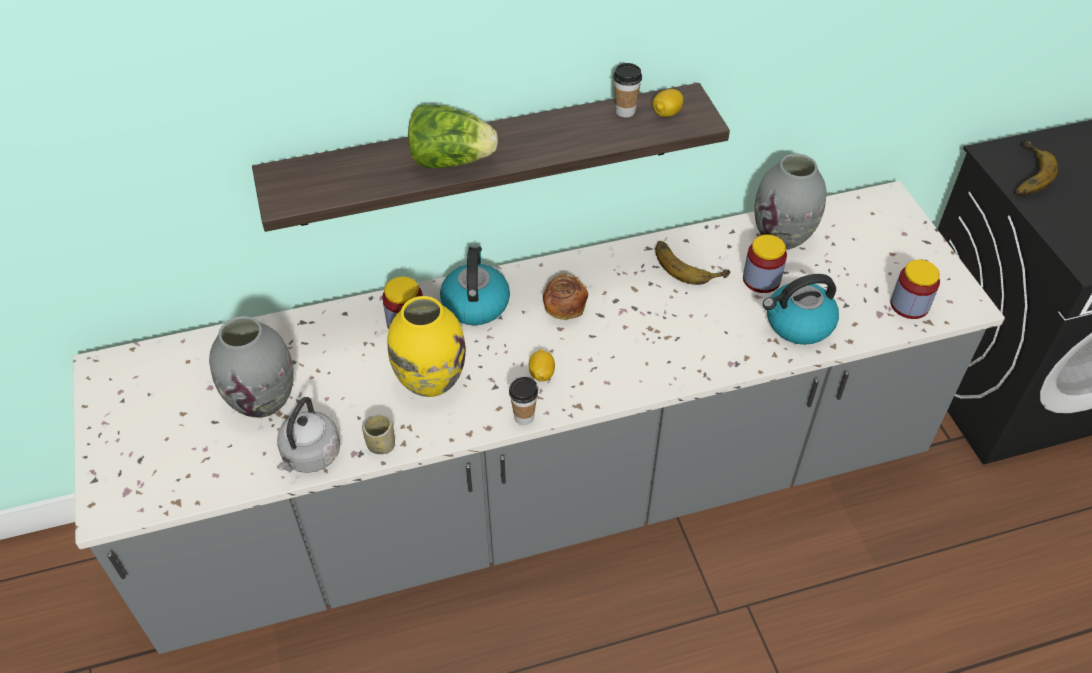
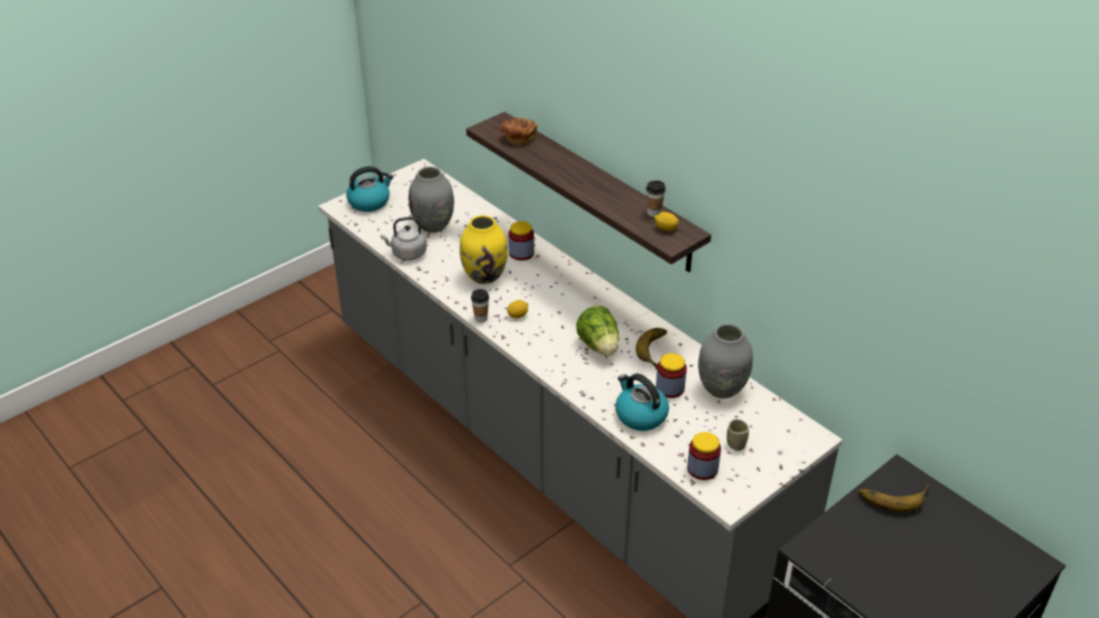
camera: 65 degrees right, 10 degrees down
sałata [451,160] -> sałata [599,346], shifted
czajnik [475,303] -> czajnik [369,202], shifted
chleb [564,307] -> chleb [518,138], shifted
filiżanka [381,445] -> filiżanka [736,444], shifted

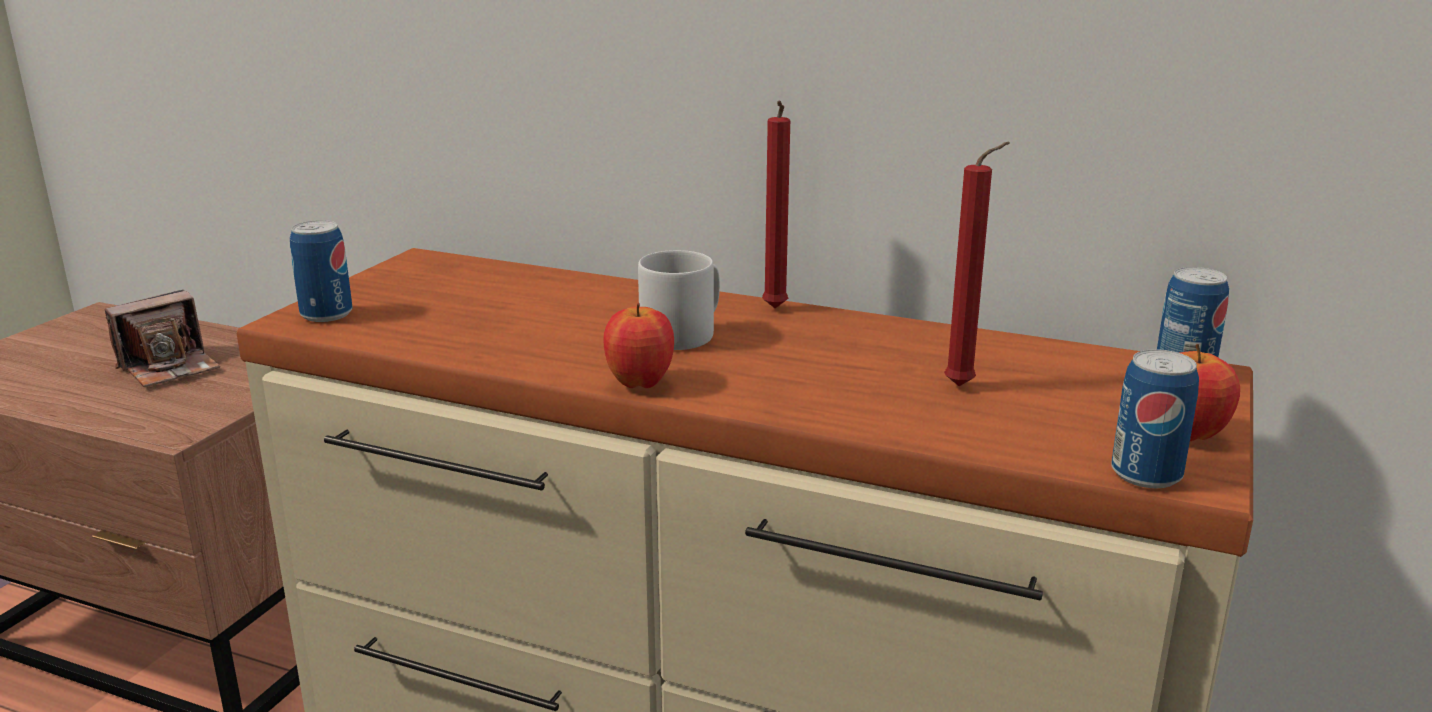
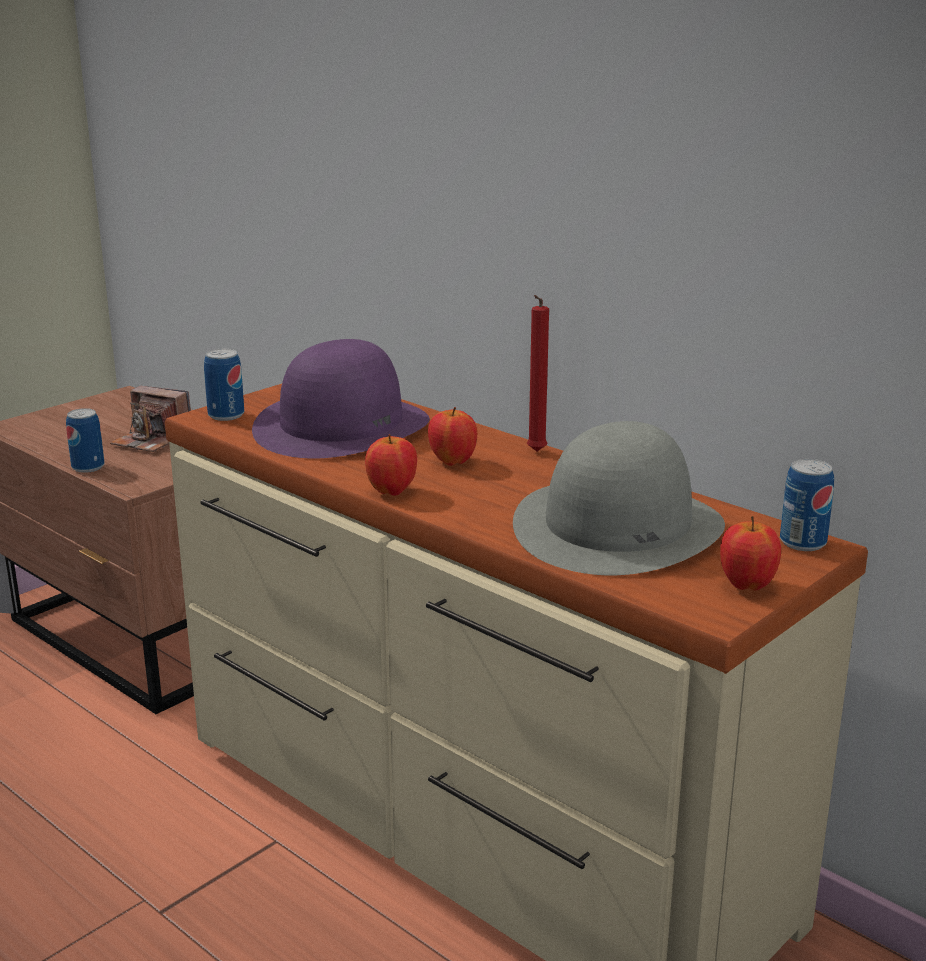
camera: 20 degrees right, 0 degrees up
świeca/czerwony [964,386] -> kapelusz/szary [618,527]
kubek/szary [684,334] -> jabłko [452,462]
aparat fotograficzny [170,367] -> aparat fotograficzny [152,440], 45 degrees clockwise
puszka [1146,474] -> puszka [88,467], shifted
none -> kapelusz/fioletowy [342,426]

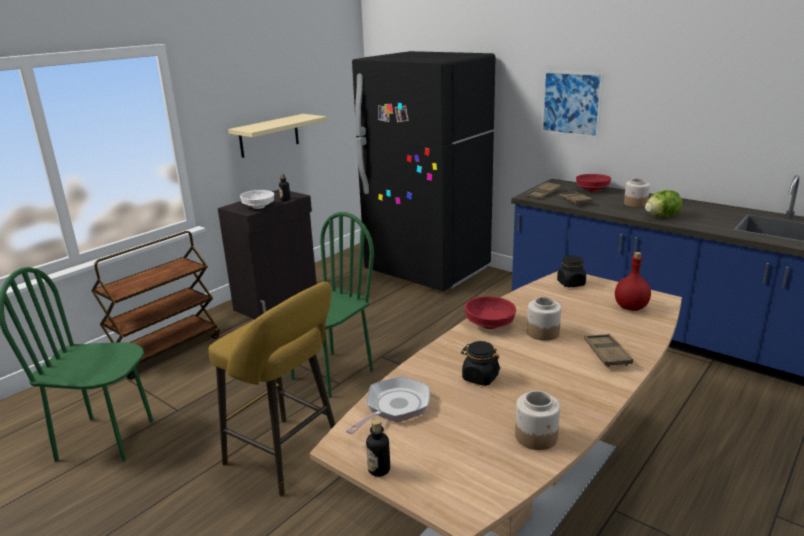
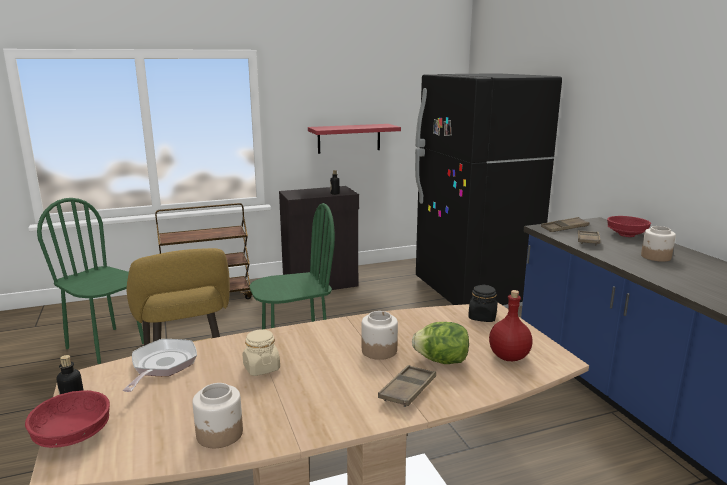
camera: 30 degrees right, 5 degrees down
obraz [571,103] -> none
półka/beżowy [269,135] -> półka/czerwony [349,138]
miska/biały [258,207] -> none
sałata [661,217] -> sałata [441,361], shifted
miska/czerwony [489,325] -> miska/czerwony [71,436], shifted
słoik/czarny [480,377] -> słoik/beżowy [261,368]
patelnia [394,407] -> patelnia [162,366], 60 degrees counterclockwise

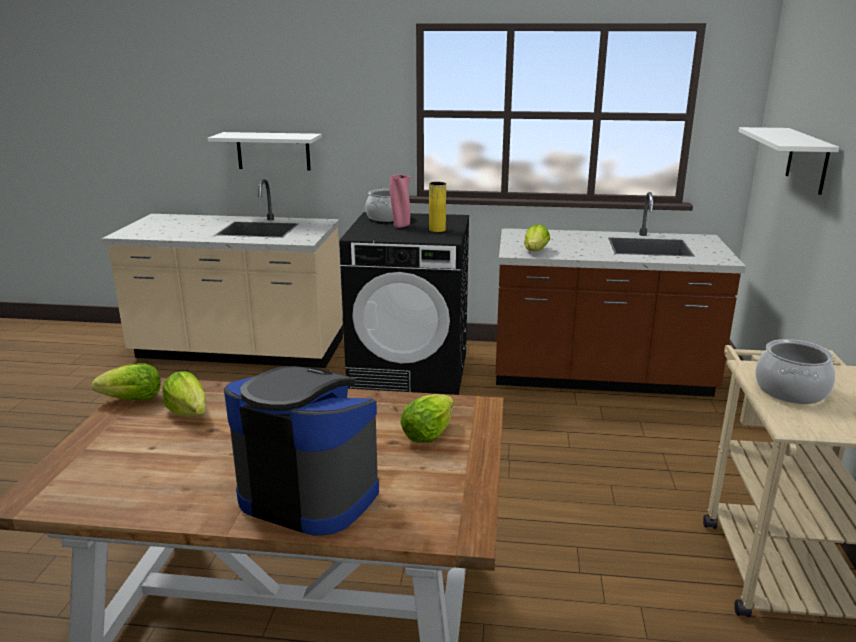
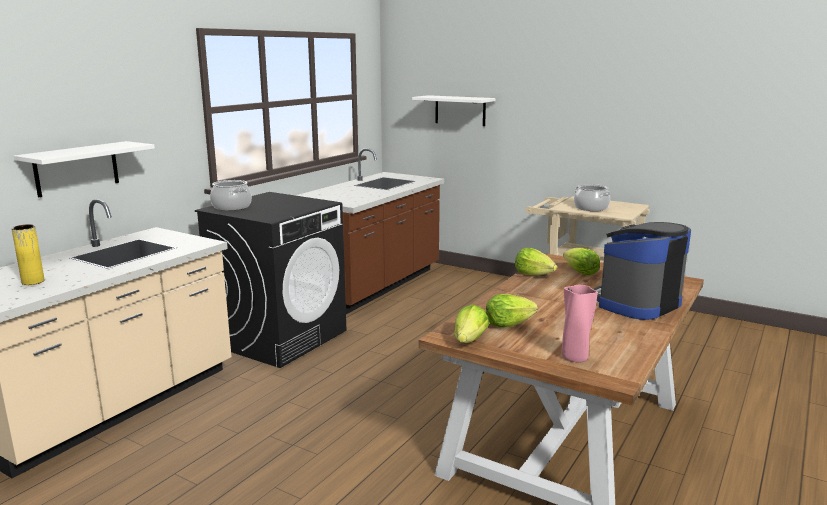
camera: 65 degrees left, 5 degrees down
wazon/różowy [400,226] -> wazon/różowy [575,358], shifted
wazon/żółty [437,230] -> wazon/żółty [33,281], shifted
sałata [535,251] -> sałata [533,274], shifted

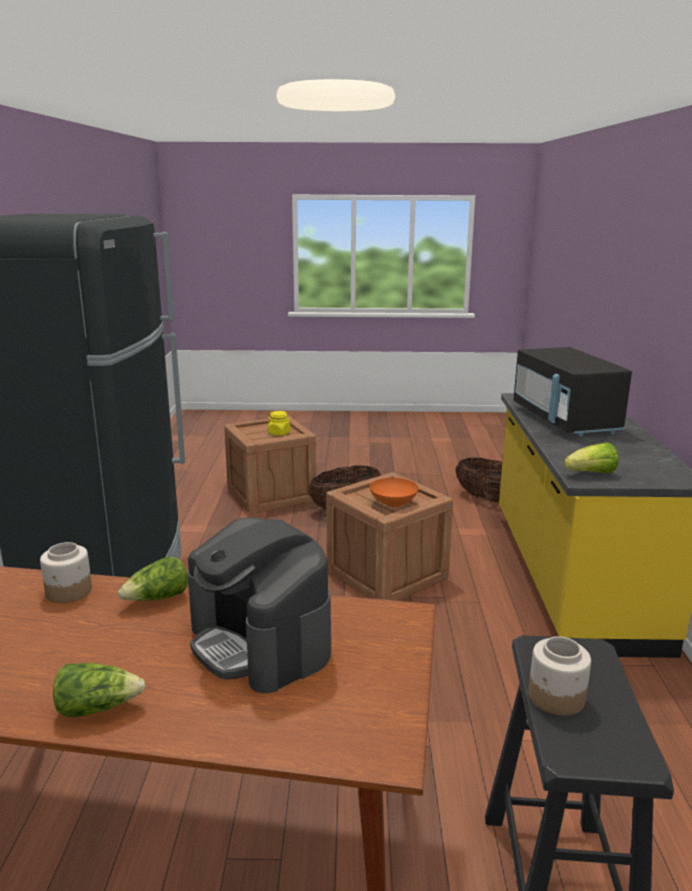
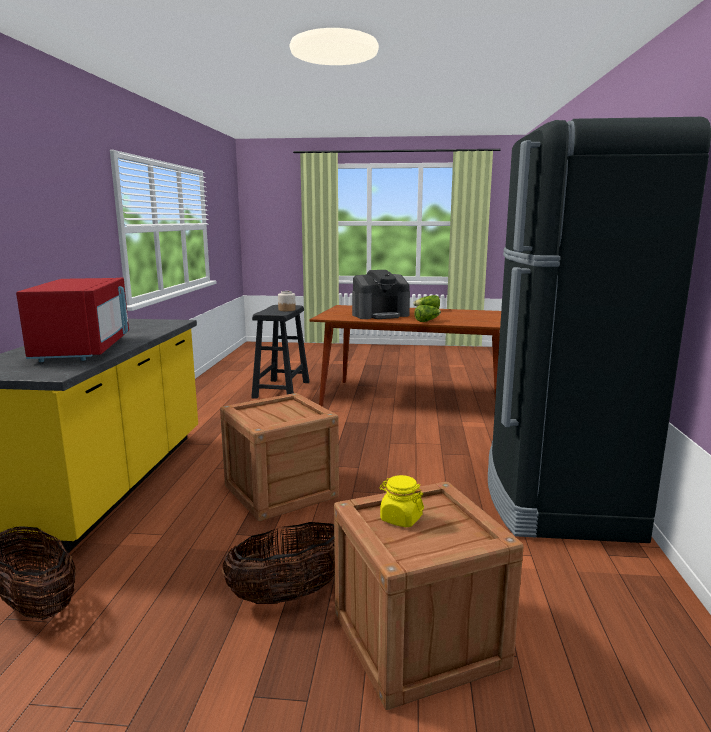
camera: 175 degrees left, 5 degrees down
mikrofalówka/czarny [564,420] -> mikrofalówka/czerwony [84,349]
sałata [592,474] -> none
miska/pomarańczowy [393,503] -> none
ekspres do kawy [260,642] -> ekspres do kawy [380,315], 105 degrees clockwise
słoik [69,592] -> none

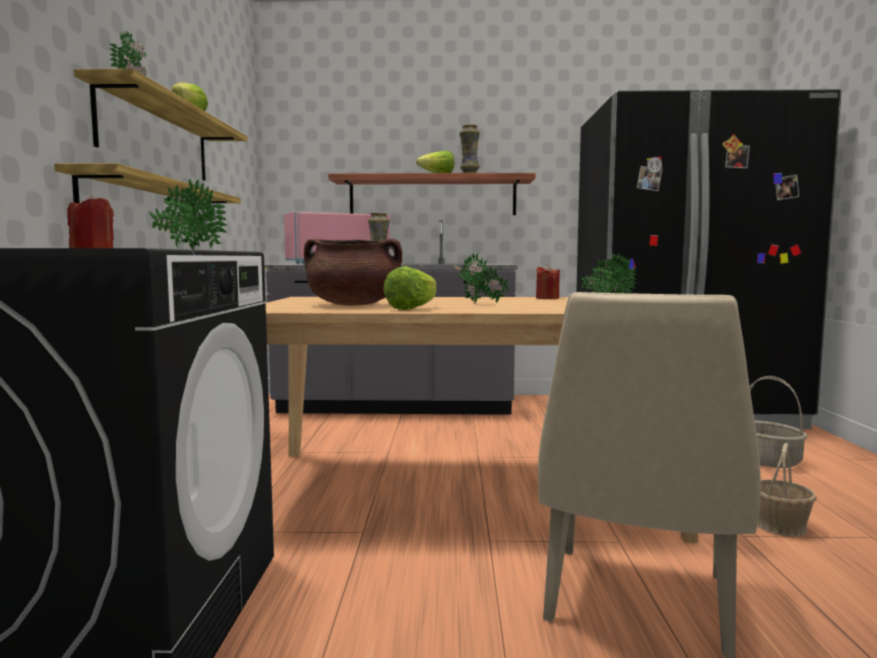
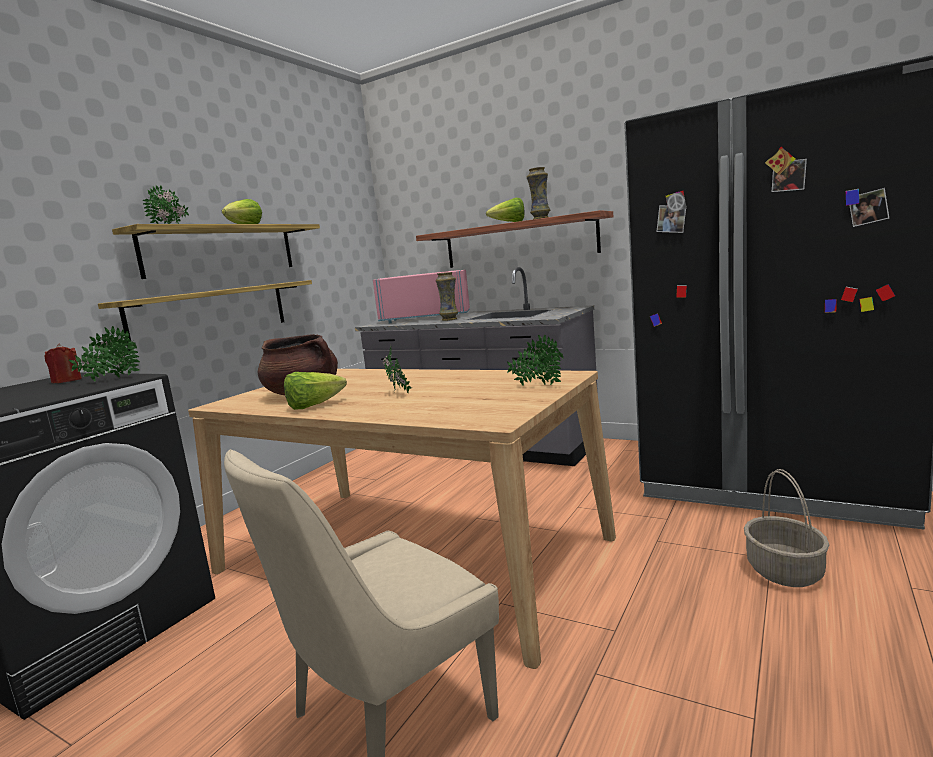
camera: 30 degrees right, 5 degrees up
świeca/czerwony [547,298] -> none
koszyk [780,526] -> none

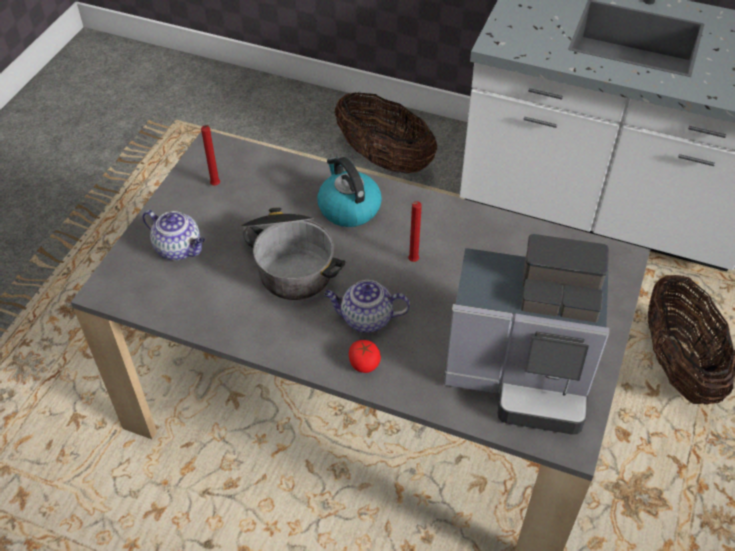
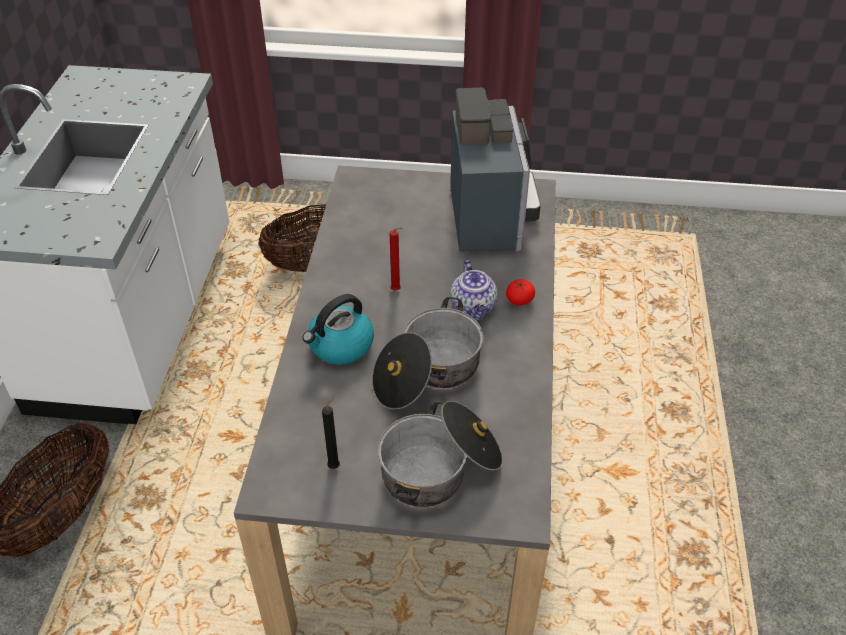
camera: 105 degrees left, 5 degrees down
świeca/czerwony [216,186] -> świeca/czarny [335,465]
imbryk [179,248] -> garnek [440,468]

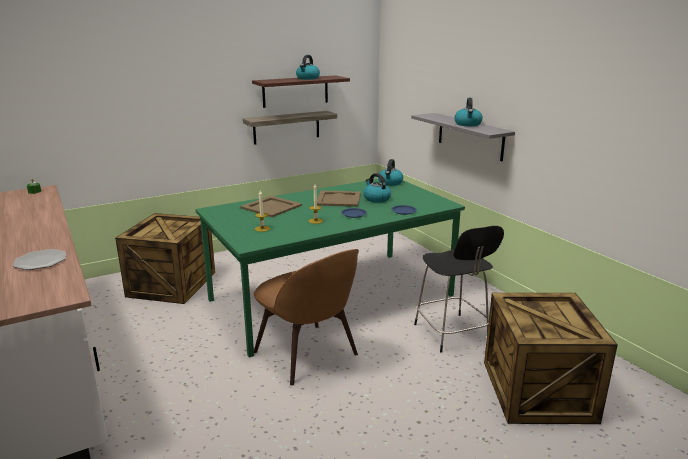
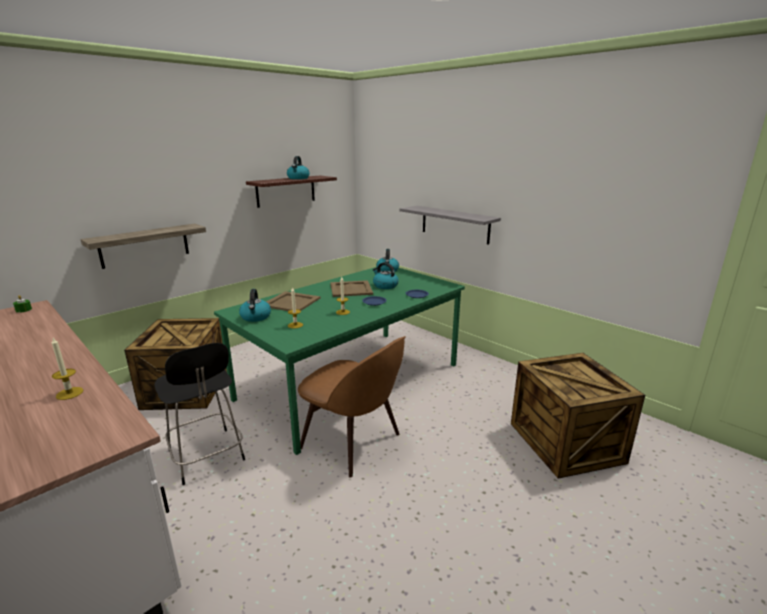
camera: 15 degrees left, 0 degrees up
czajnik [468,124] -> czajnik [256,317], shifted
półka [286,127] -> półka [145,245], shifted
krzesło/czarny [452,334] -> krzesło/czarny [207,457], shifted
talerz [40,261] -> świeca [69,393]

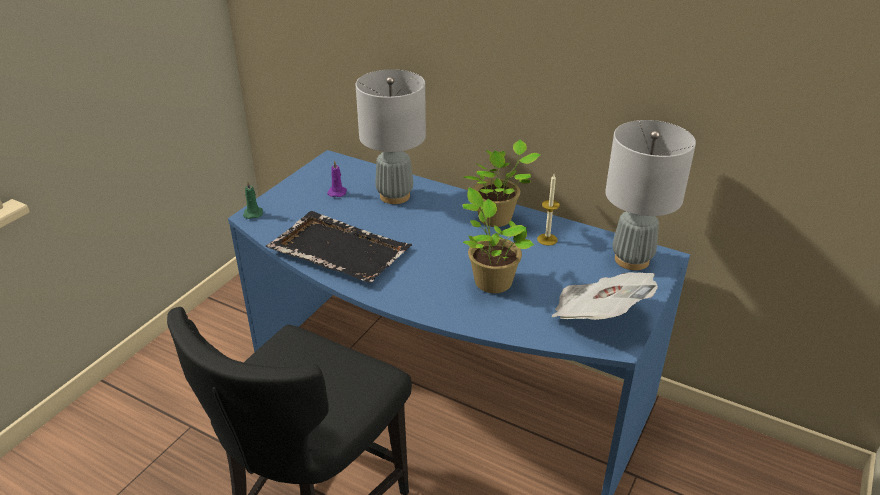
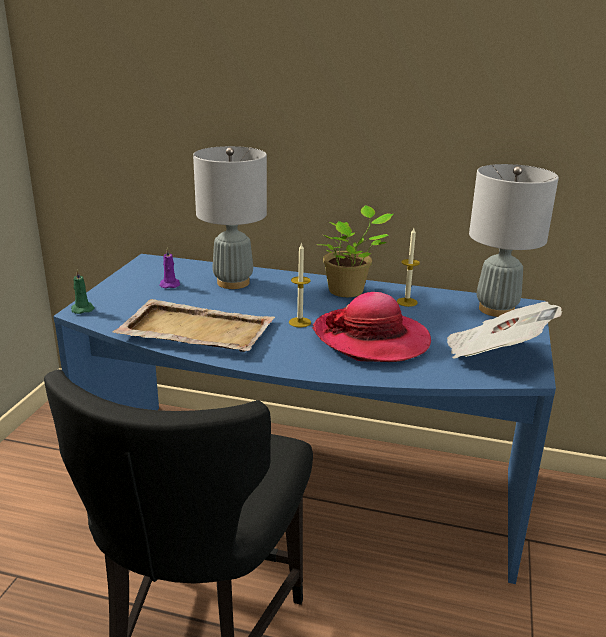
camera: 15 degrees left, 10 degrees down
roślina doniczkowa [491,280] -> kapelusz [371,339]
taca/czarny [338,250] -> taca/beżowy [195,330]
none -> świeca [299,322]

